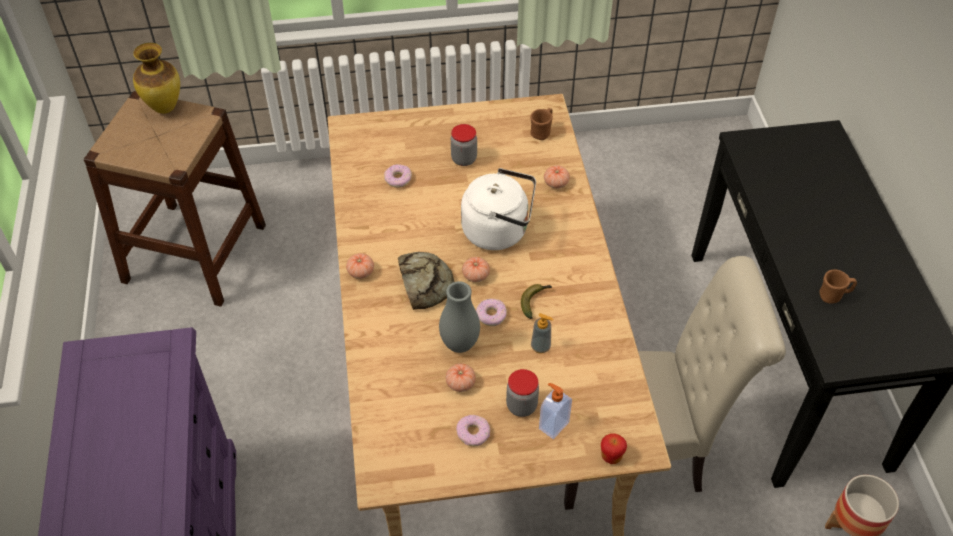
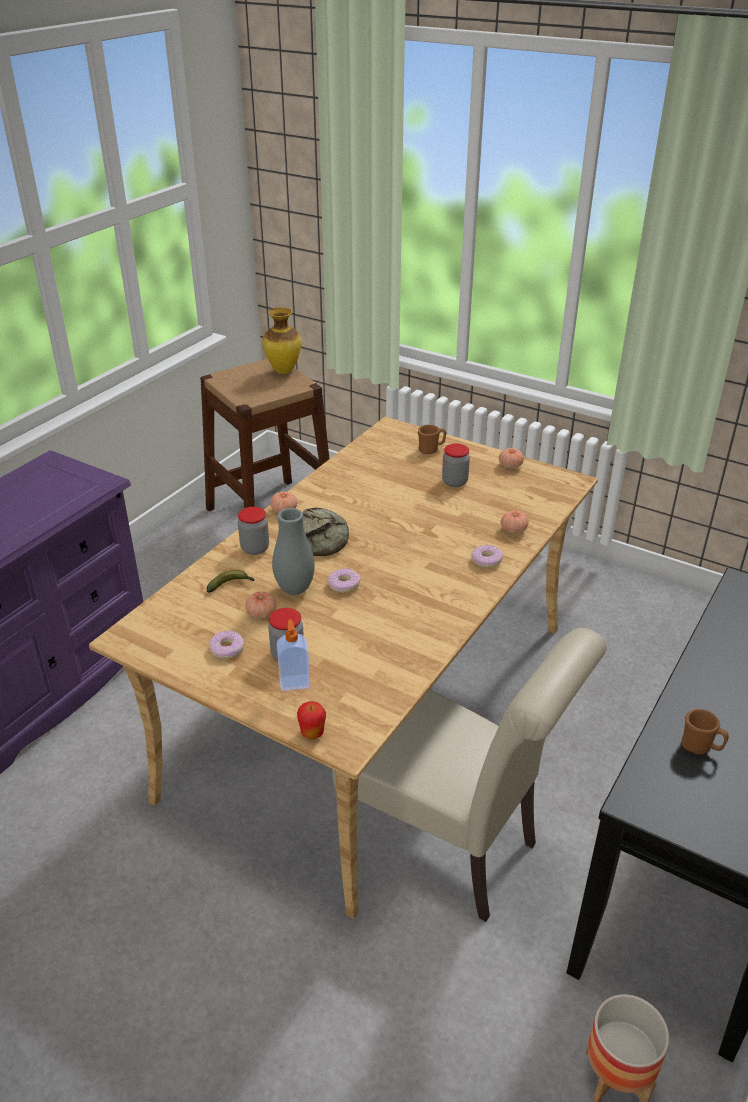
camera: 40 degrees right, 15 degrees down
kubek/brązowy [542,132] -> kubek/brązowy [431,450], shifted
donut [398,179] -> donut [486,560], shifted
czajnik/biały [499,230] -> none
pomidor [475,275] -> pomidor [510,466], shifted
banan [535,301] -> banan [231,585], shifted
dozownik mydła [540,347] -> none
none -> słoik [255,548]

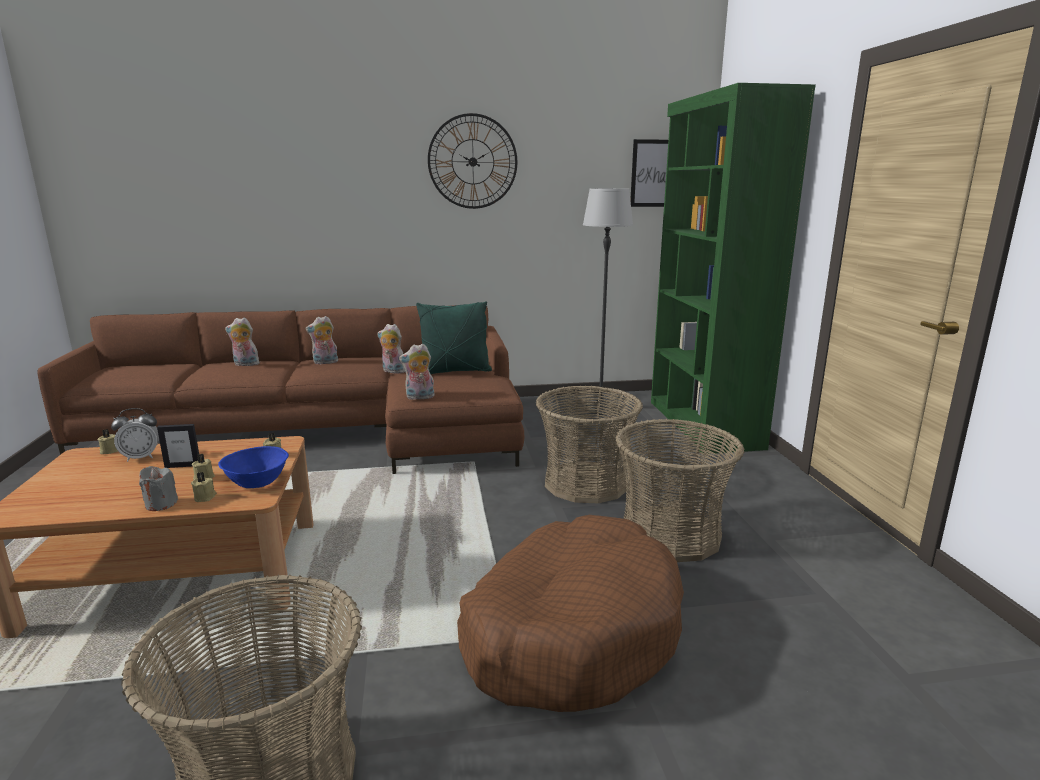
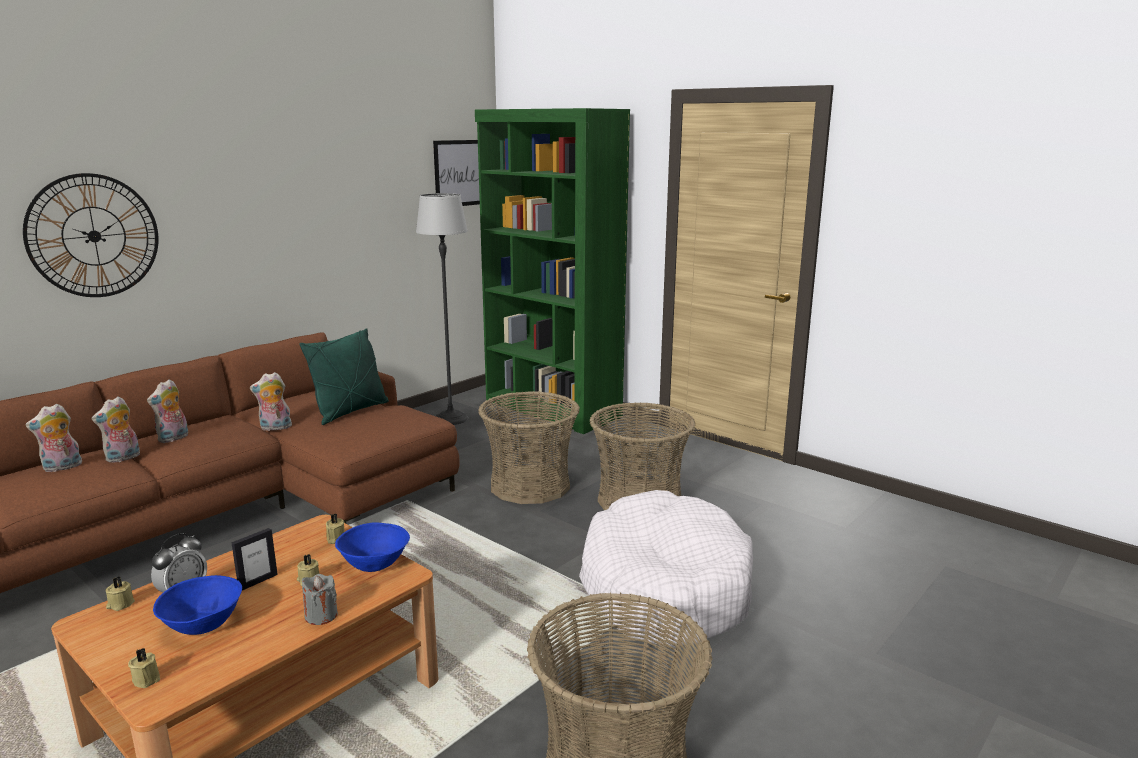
camera: 40 degrees left, 0 degrees up
zegar ścienny [472,162] -> zegar ścienny [94,236], shifted
pluszak [419,397] -> pluszak [123,458], shifted
świeca/beżowy [205,497] -> świeca/beżowy [147,678], shifted
legowisko/brązowy [571,631] -> legowisko/biały [664,588]
none -> miska/niebieski [203,624]

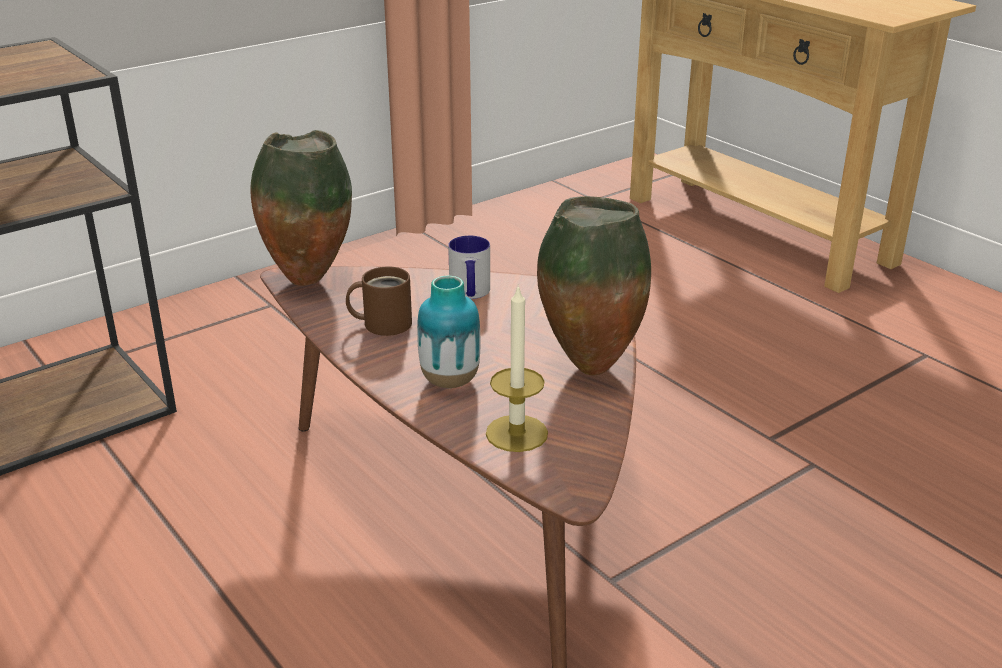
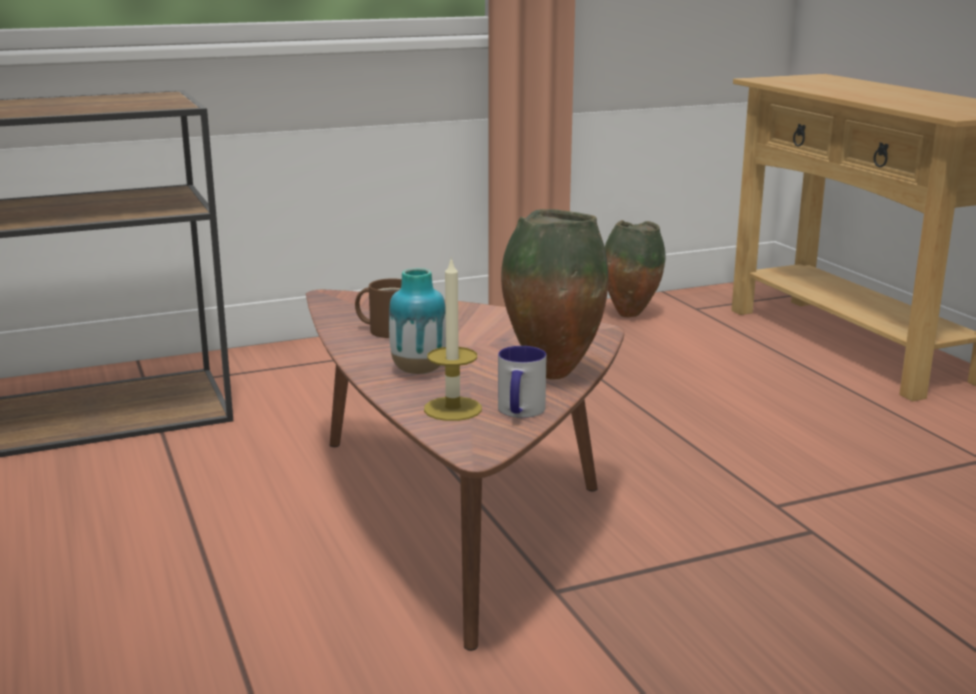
camera: 15 degrees right, 10 degrees down
wazon [309,279] -> wazon [630,315], shifted
kubek [470,293] -> kubek [519,412], shifted

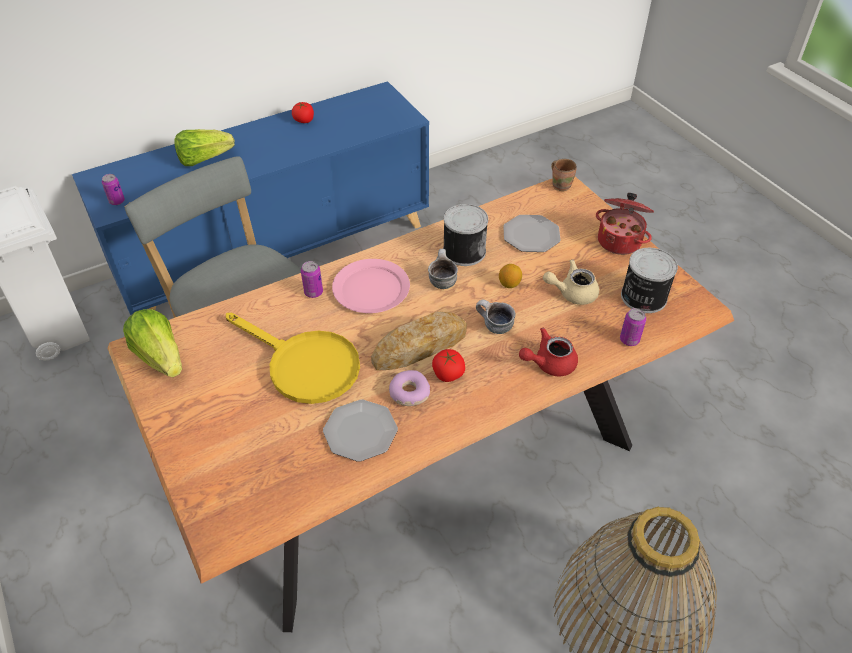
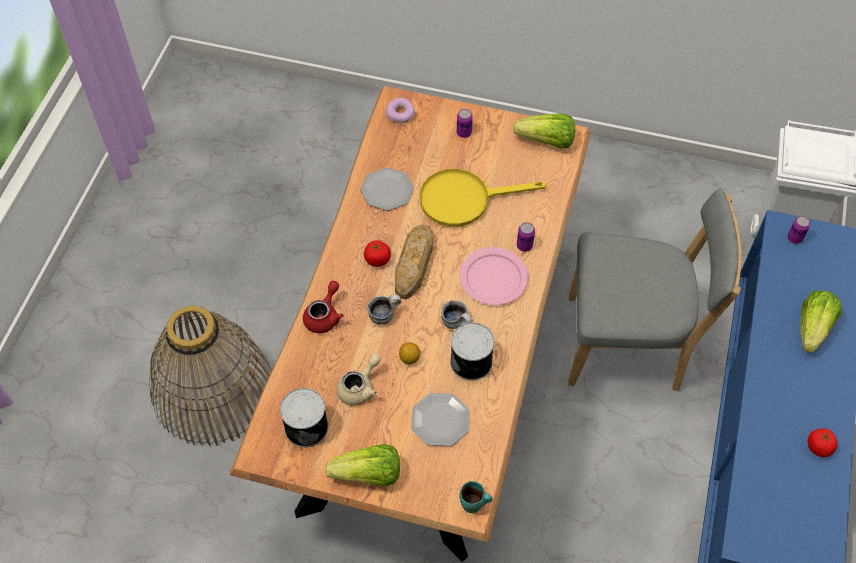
camera: 135 degrees right, 10 degrees up
kubek/brązowy [561,185] -> kubek/turkusowy [473,505]
garnek [620,241] -> sałata [369,475]
puszka [629,340] -> puszka [464,133], shifted
donut [409,393] -> donut [400,114], shifted

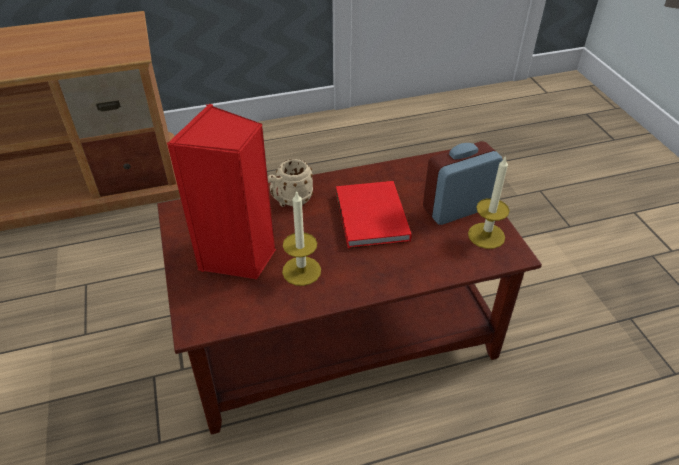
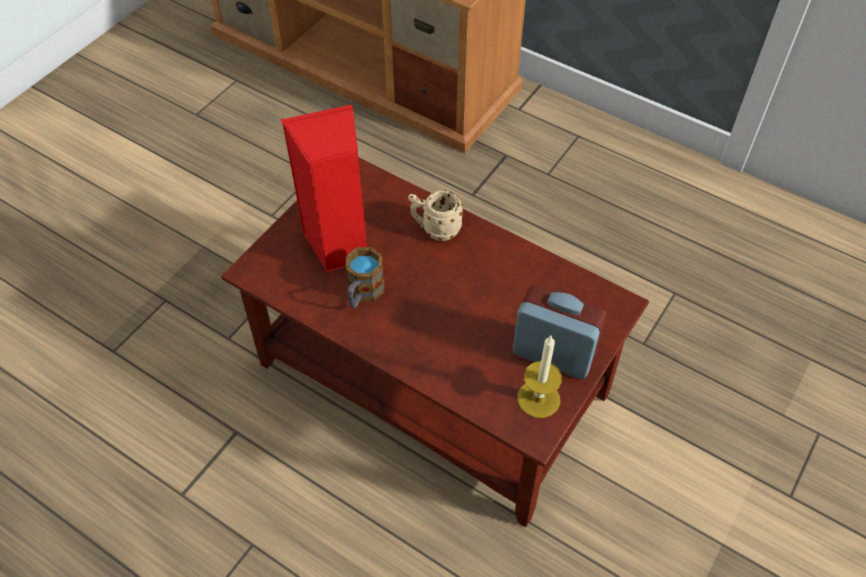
camera: 50 degrees right, 10 degrees up
książka/czerwony [370,218] -> none
świeca [301,271] -> kubek [363,294]

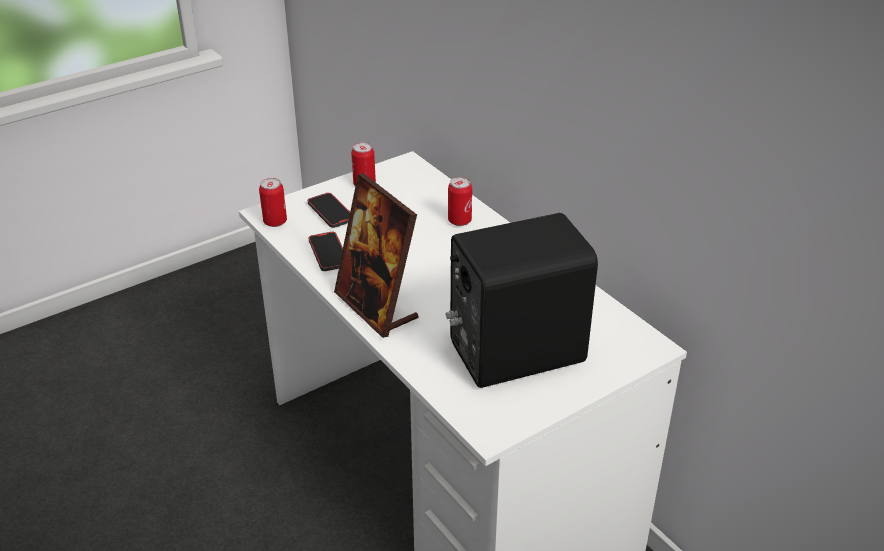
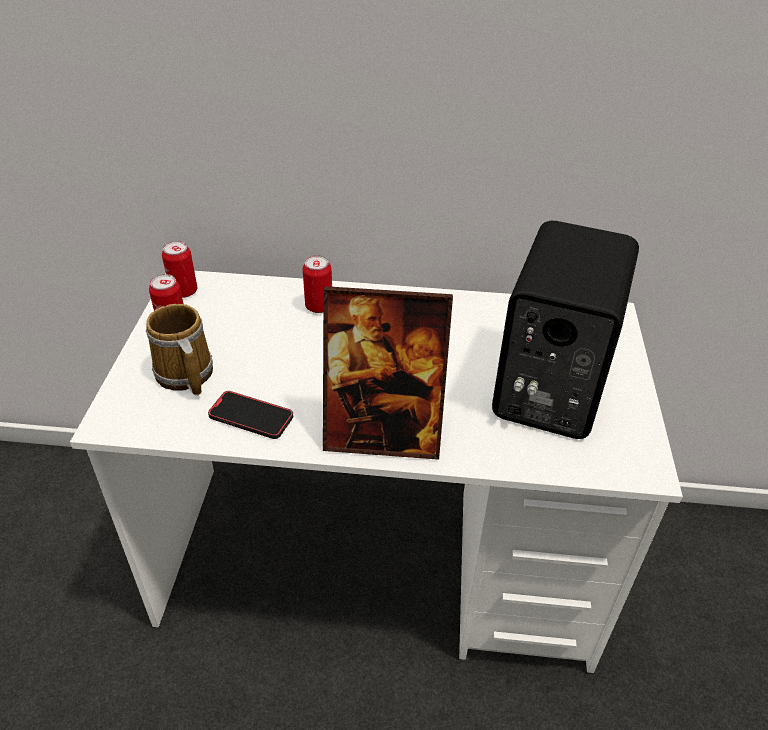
camera: 50 degrees left, 5 degrees up
puszka [275,222] -> puszka [184,291], shifted
telefon [331,212] -> kubek [183,375]

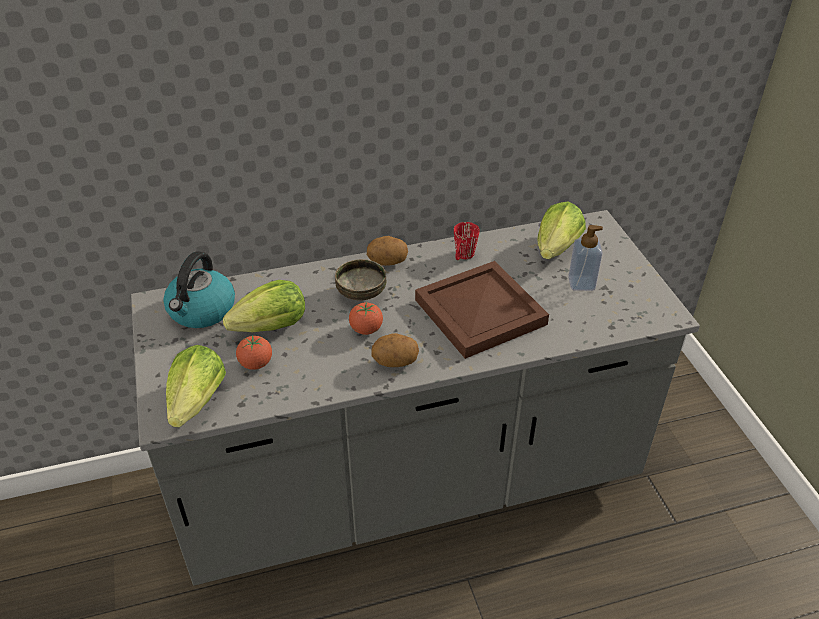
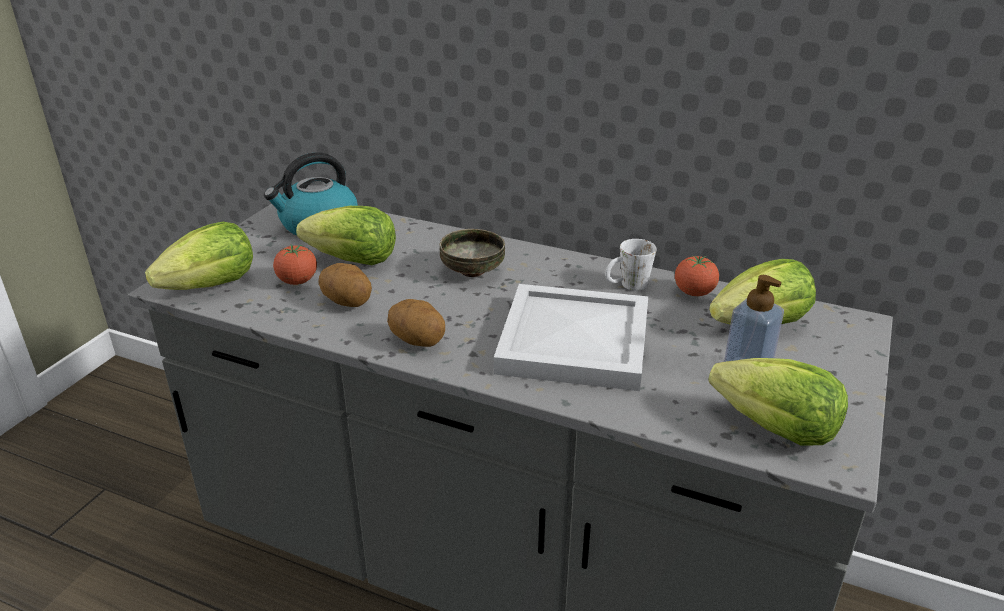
camera: 40 degrees right, 10 degrees down
kubek/czerwony [463,257] -> kubek/biały [627,286]
ziemniak [387,262] -> ziemniak [347,302], shifted
taca/brązowy [479,313] -> taca/biały [571,342]
pomidor [366,329] -> pomidor [694,293], shifted
none -> sałata [776,429]

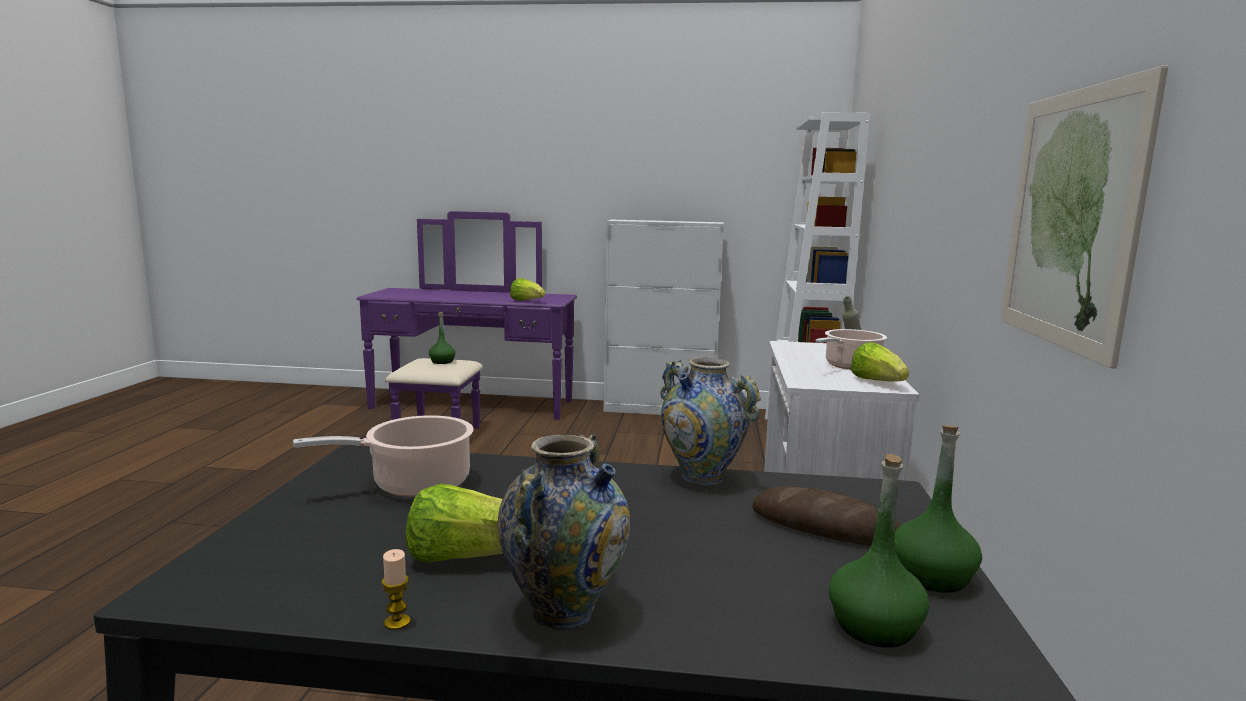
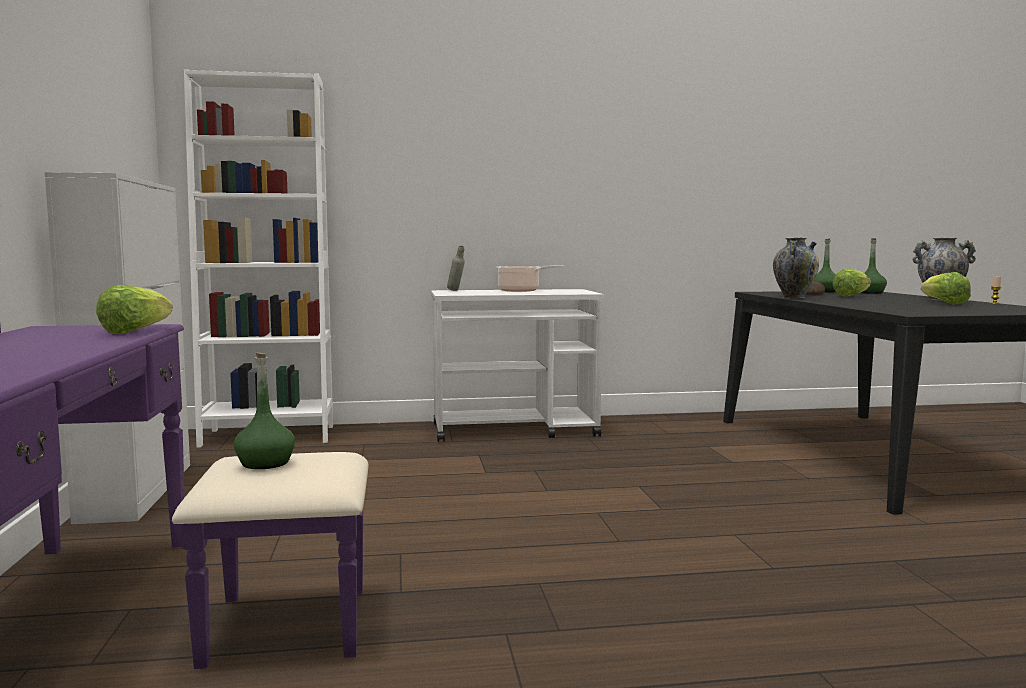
camera: 105 degrees left, 5 degrees down
obraz [1070,218] -> none
sałata [877,382] -> sałata [851,296], shifted
garnek [414,484] -> none

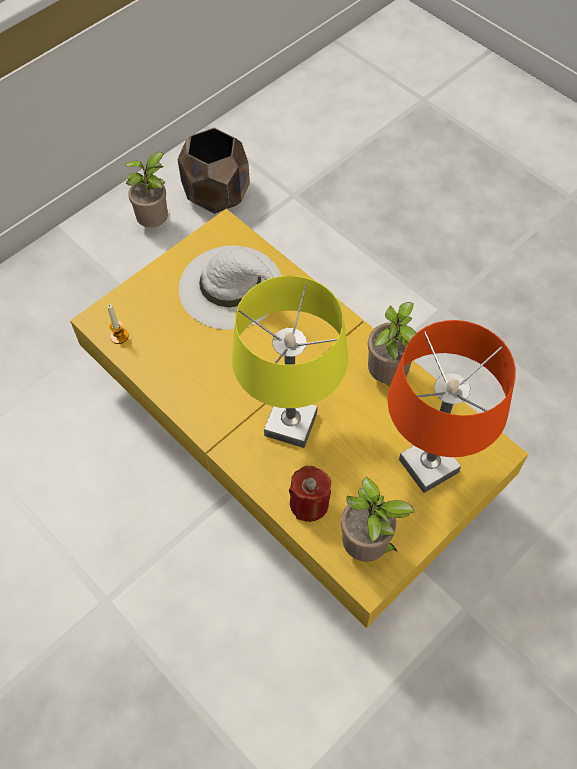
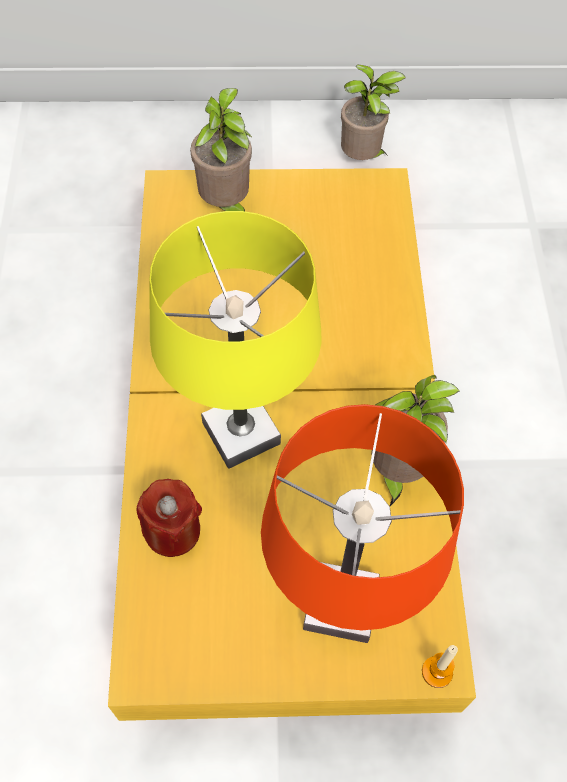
camera: 40 degrees right, 0 degrees up
donica/brązowy [217,194] -> none
kapelusz/biały [232,287] -> none
świeca [119,336] -> świeca [437,672], shifted
roślina doniczkowa [367,547] -> roślina doniczkowa [226,206], shifted

